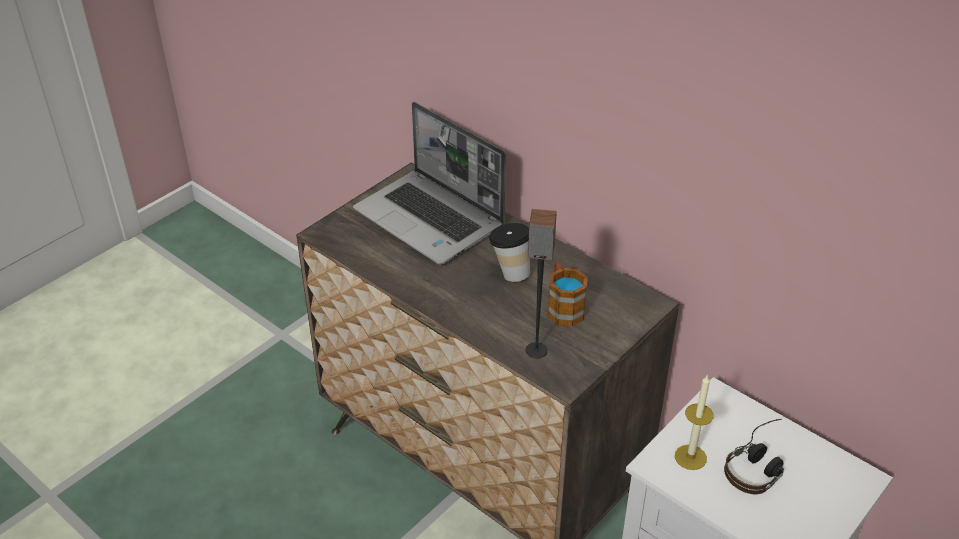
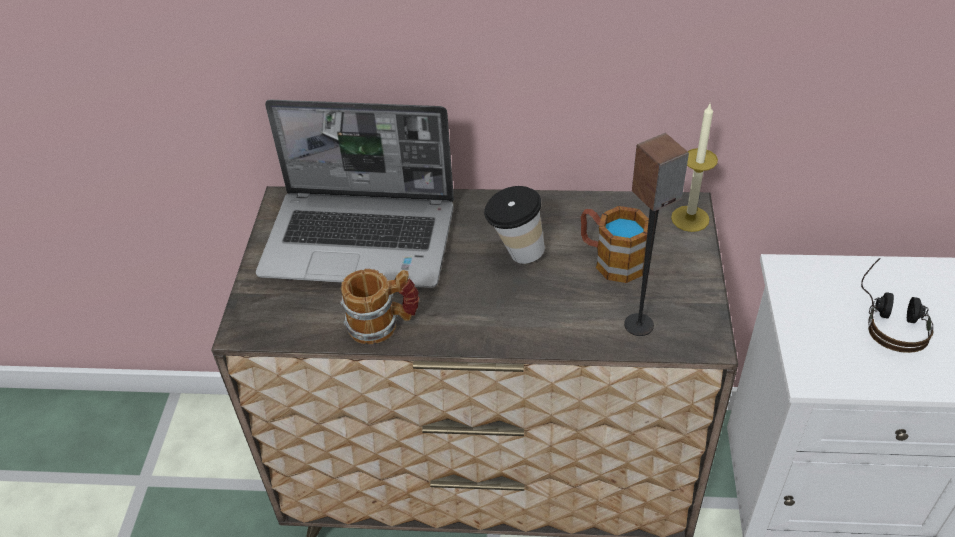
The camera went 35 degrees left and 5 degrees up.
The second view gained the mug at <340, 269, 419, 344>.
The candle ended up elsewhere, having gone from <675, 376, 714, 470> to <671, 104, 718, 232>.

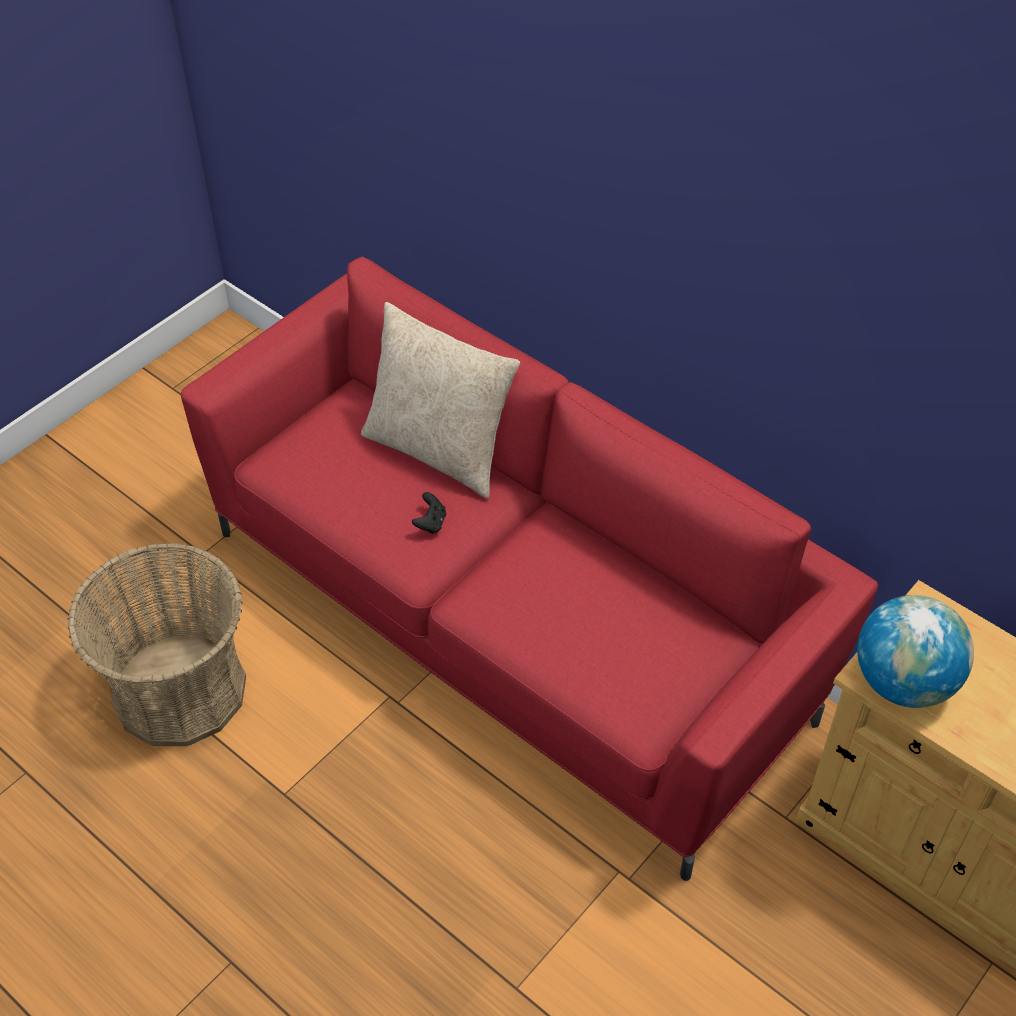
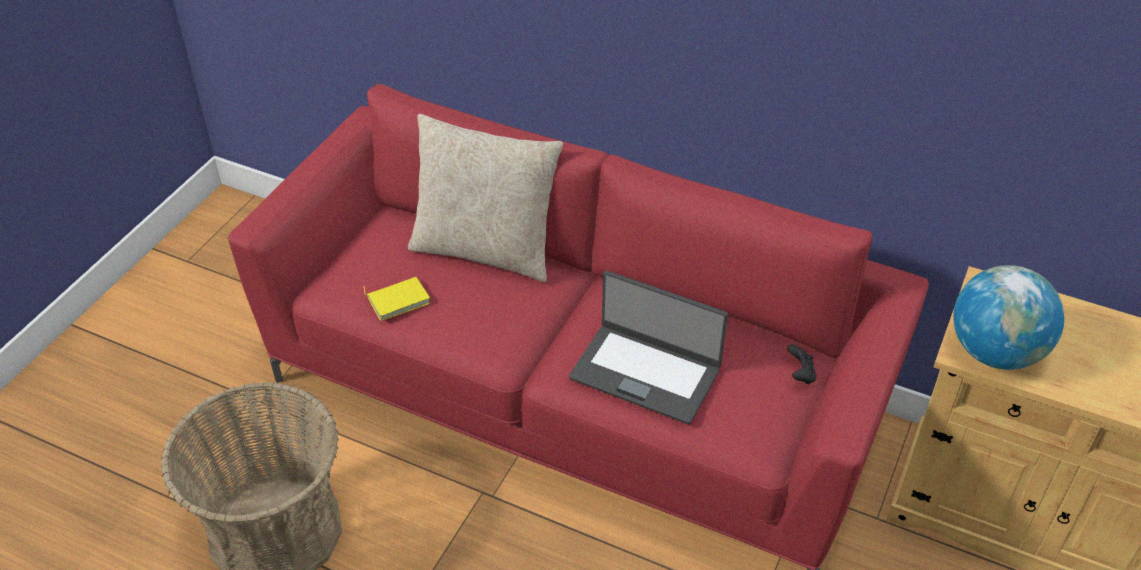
The camera went 15 degrees left and 5 degrees down.
The second view gained the book (yellow) at <363, 277, 430, 321>.
The second view gained the laptop at <569, 270, 728, 424>.
The game controller (black) ended up elsewhere, having gone from <412, 492, 446, 534> to <787, 344, 816, 384>.

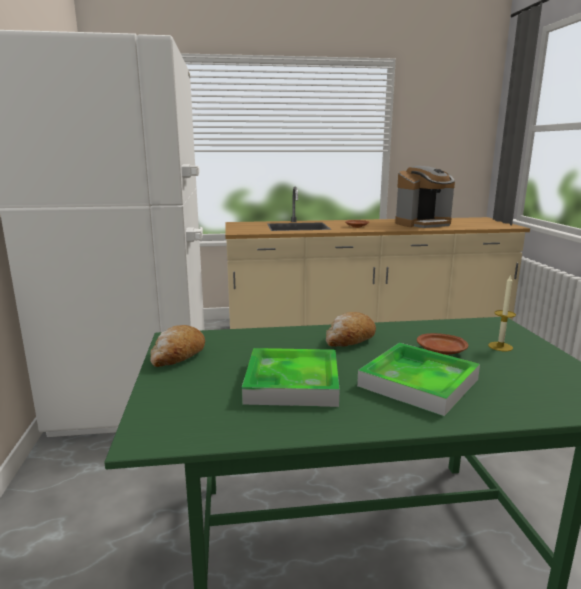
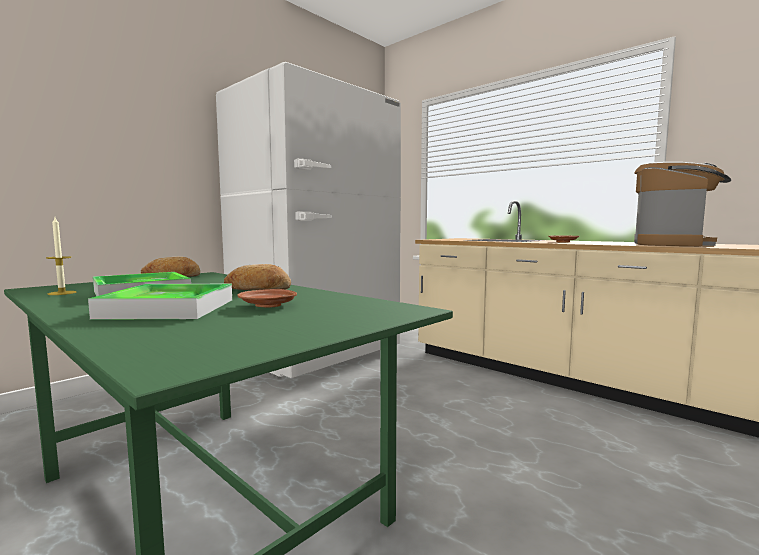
The camera went 50 degrees right and 10 degrees down.
The candle ended up elsewhere, having gone from <488, 274, 516, 351> to <46, 217, 77, 295>.
The coffee machine at <395, 166, 455, 228> ended up facing another way, 90 degrees counterclockwise from before.

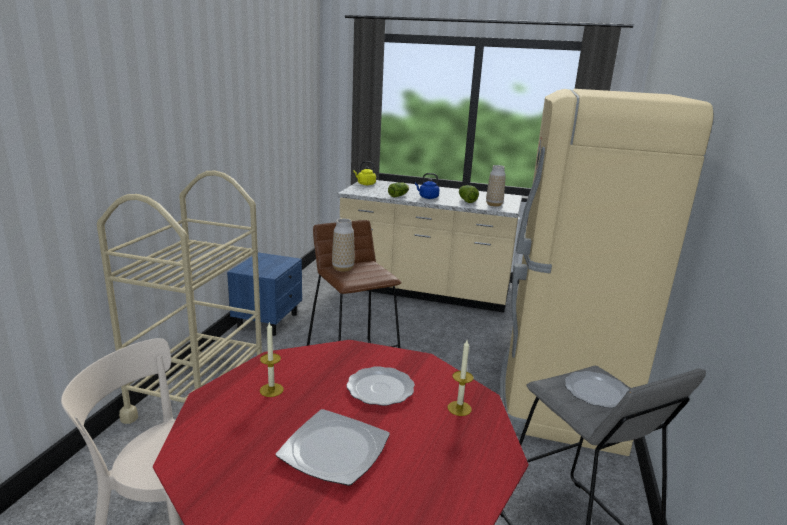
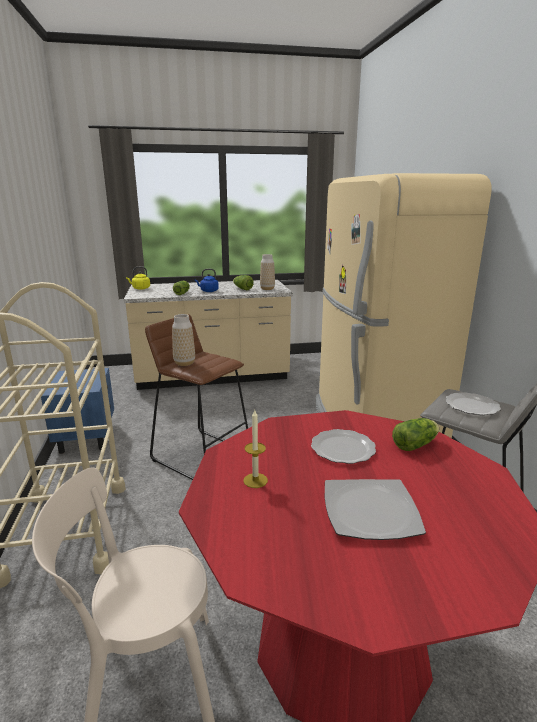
The camera went 25 degrees left and 0 degrees up.
Where the candle stood at <448, 340, 473, 416>, the lettuce came to stand at <392, 418, 439, 451>.

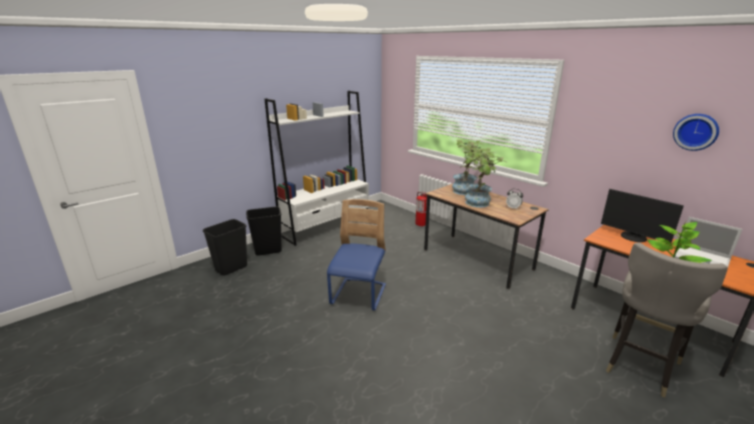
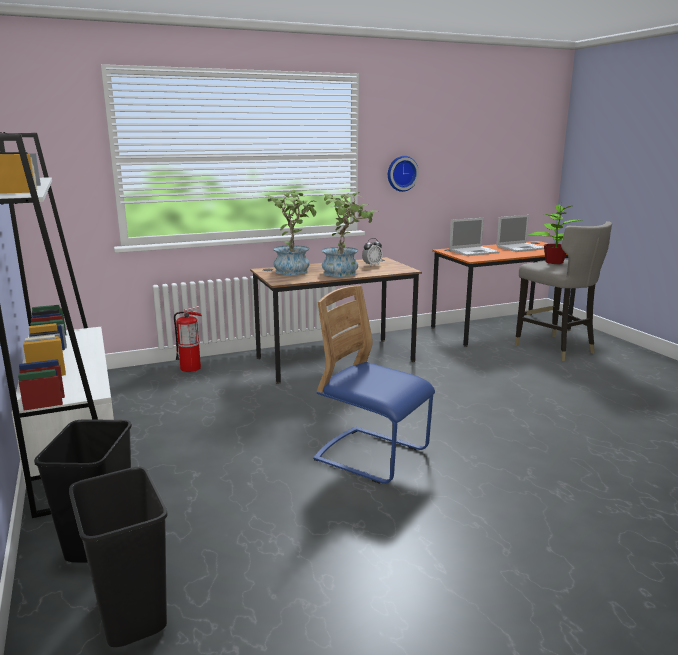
The camera went 70 degrees left and 5 degrees down.
The wall clock ended up elsewhere, having gone from <673, 114, 719, 151> to <388, 156, 419, 192>.
Where the monitor stood at <601, 189, 684, 243>, the laptop came to stand at <449, 218, 500, 256>.

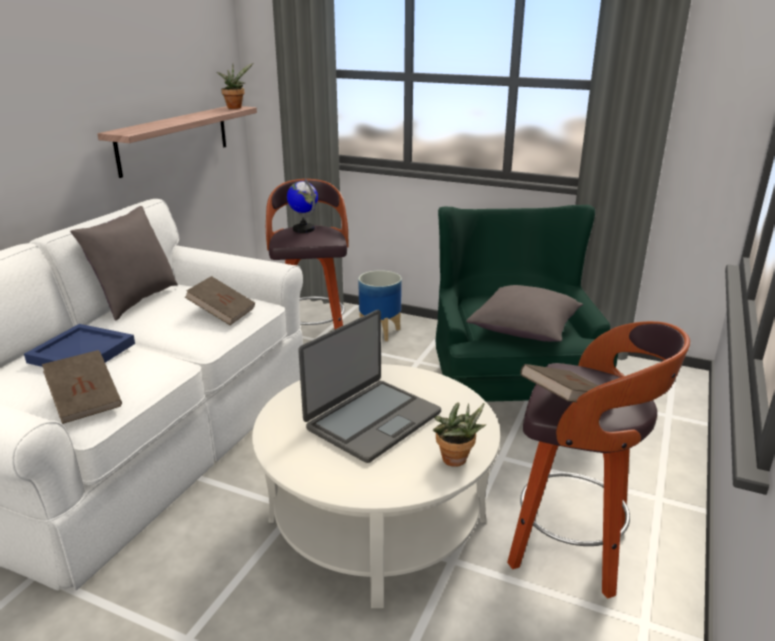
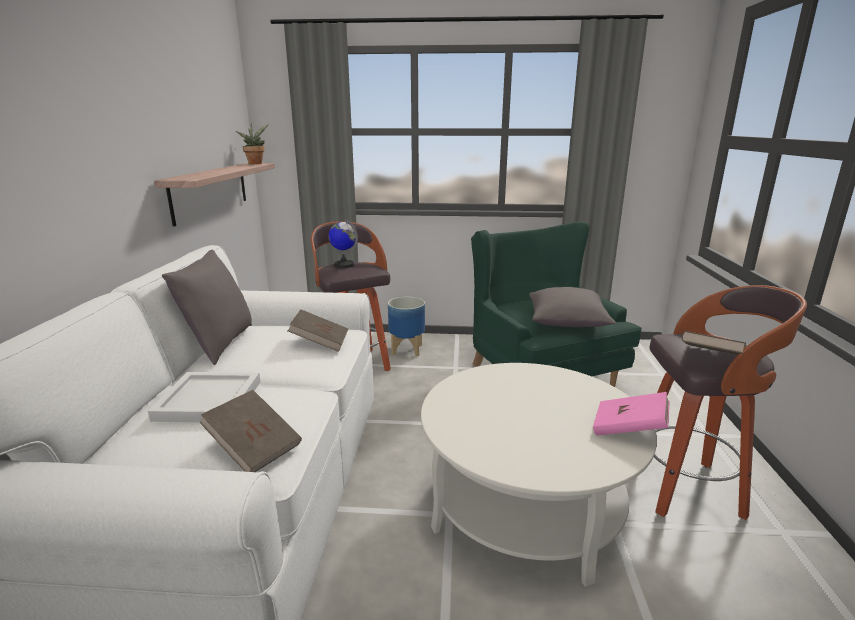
The camera went 20 degrees left and 5 degrees down.
What was the tray (blue) at <24, 324, 135, 367> turned into the tray (white) at <148, 372, 261, 422>.
Where the potted plant stood at <433, 402, 486, 467>, the book (pink) came to stand at <593, 392, 670, 436>.
The second view lost the laptop at <298, 310, 441, 463>.

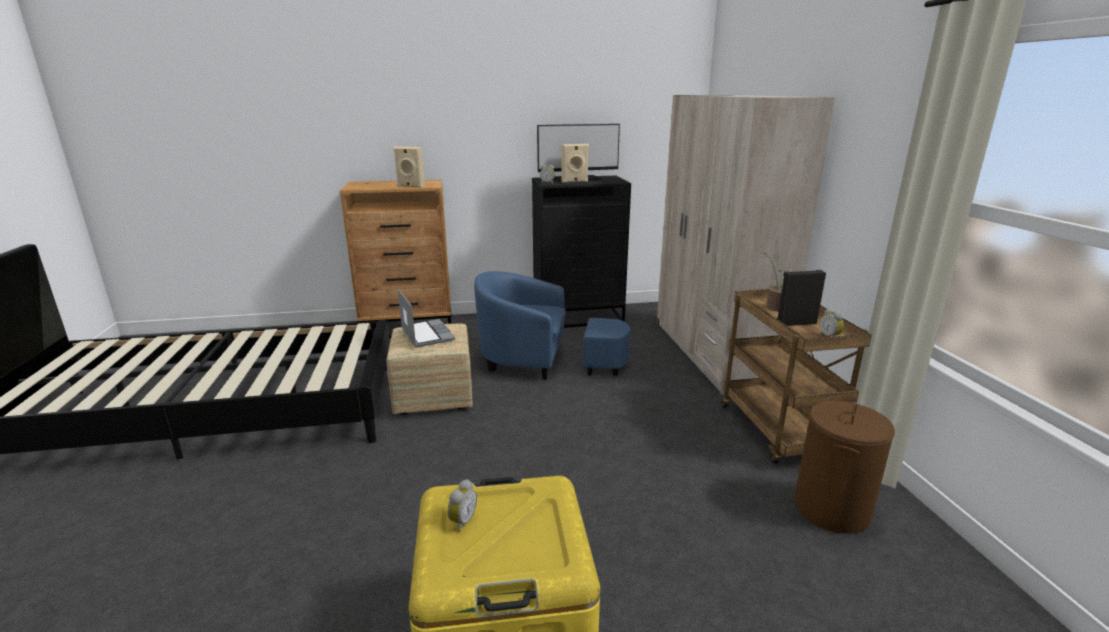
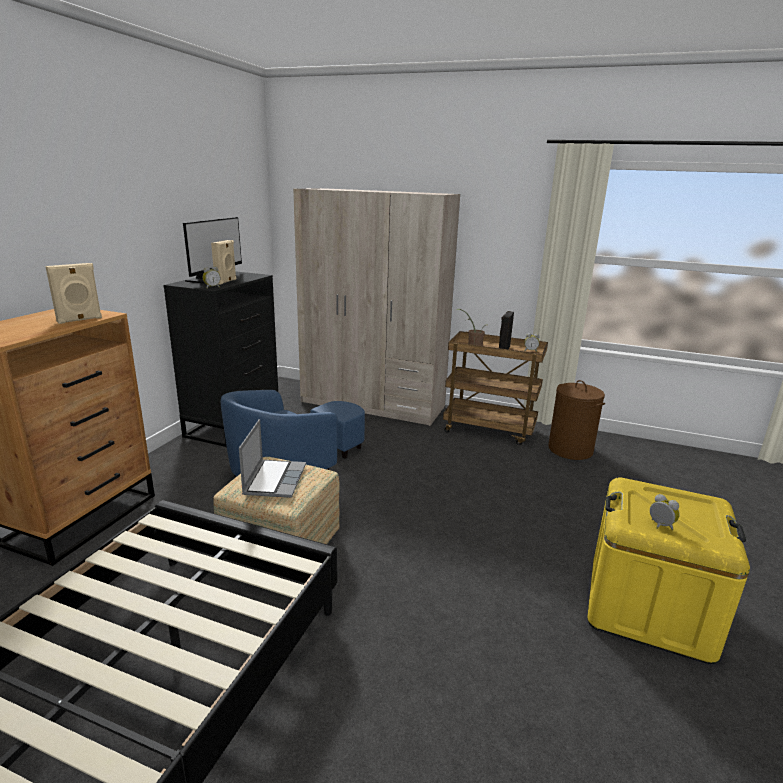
The camera went 60 degrees left and 0 degrees up.
The laptop at <398, 289, 455, 348> ended up facing another way, 90 degrees clockwise from before.

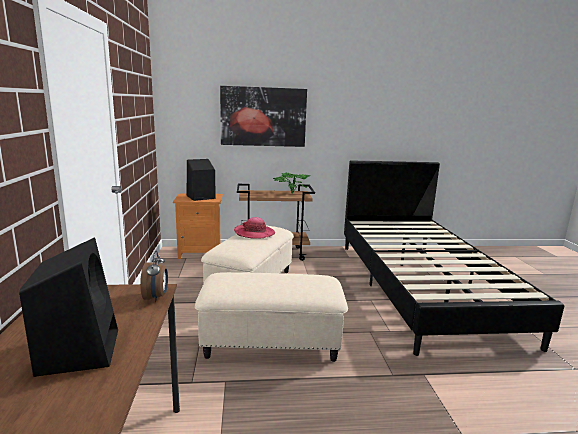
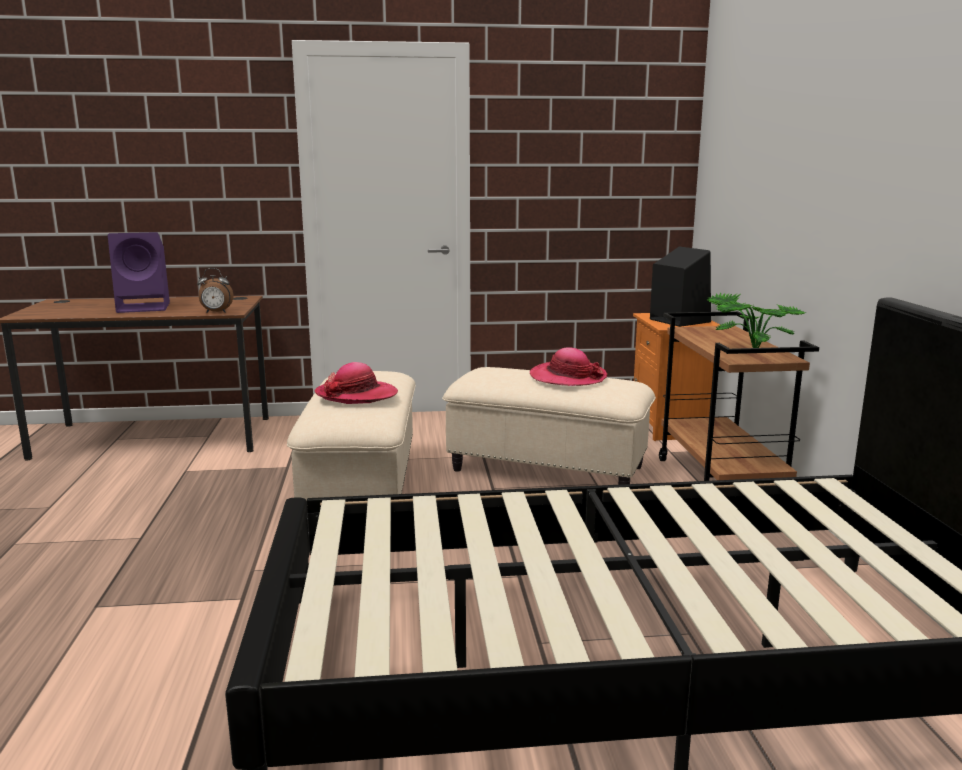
The camera went 90 degrees right and 0 degrees up.
What was the speaker (black) at <19, 237, 118, 377> turned into the speaker (purple) at <108, 232, 170, 313>.
The second view gained the hat at <315, 362, 398, 404>.
The second view lost the picture at <220, 86, 307, 147>.

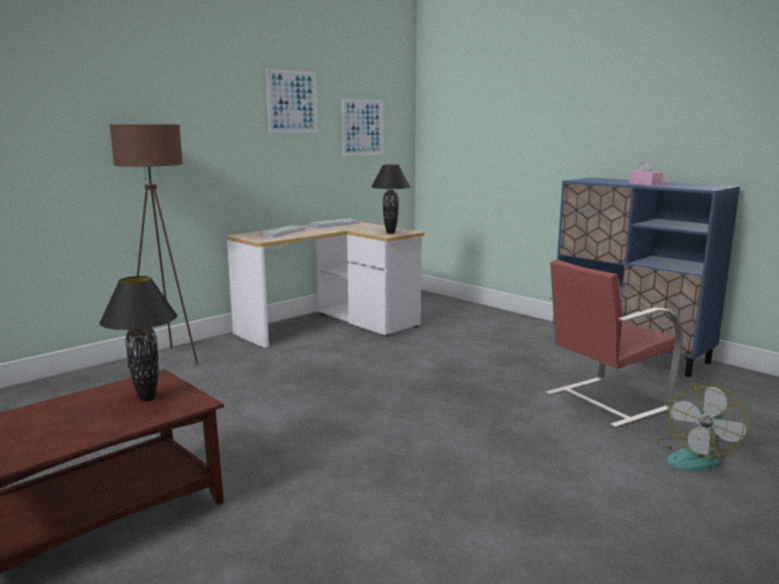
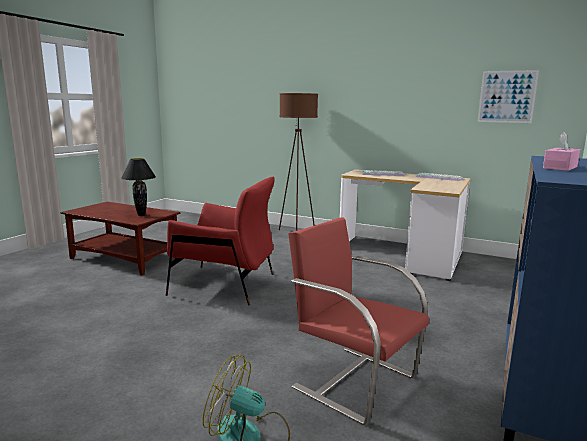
The camera went 70 degrees right and 0 degrees up.
The second view gained the armchair (red) at <166, 177, 275, 306>.
The second view lost the picture at <266, 69, 318, 133>.
The second view lost the table lamp (black) at <371, 165, 410, 234>.

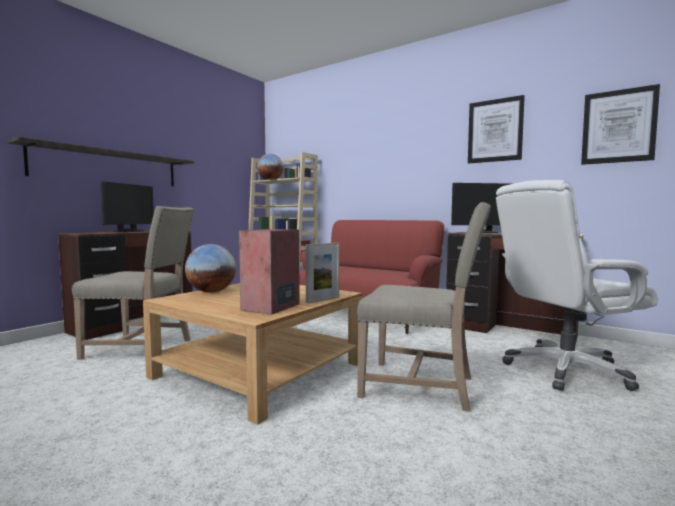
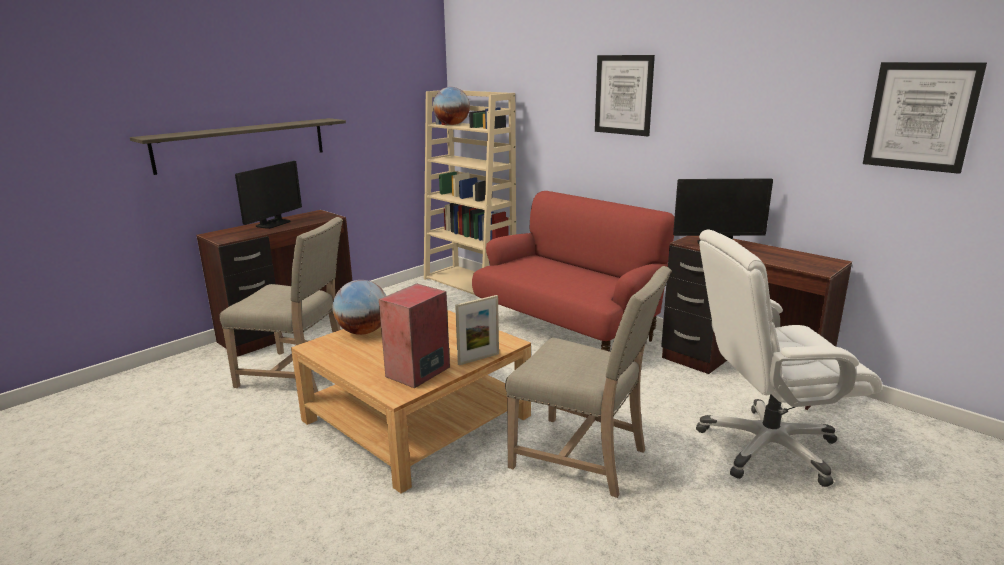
The camera went 10 degrees right and 15 degrees up.
The picture ended up elsewhere, having gone from <468, 95, 525, 164> to <595, 55, 655, 136>.

